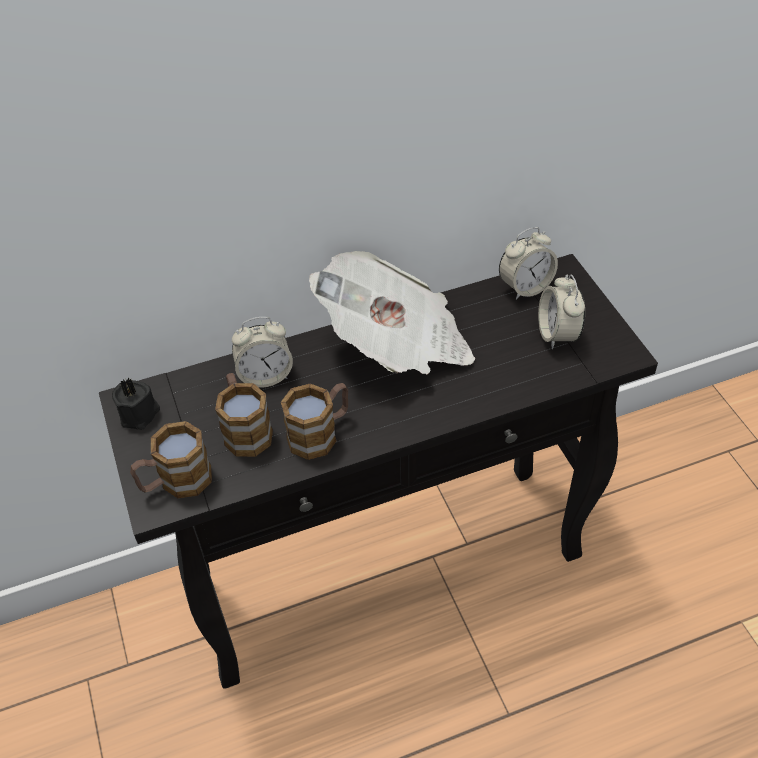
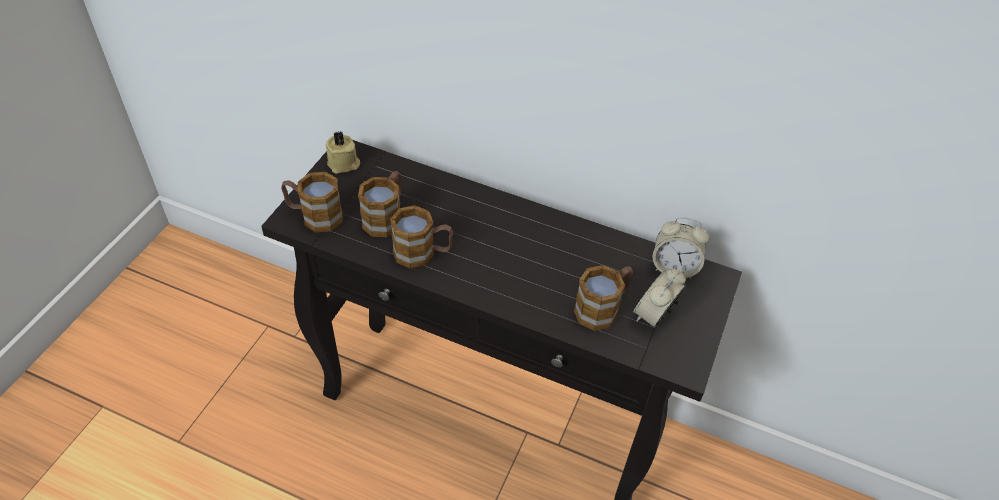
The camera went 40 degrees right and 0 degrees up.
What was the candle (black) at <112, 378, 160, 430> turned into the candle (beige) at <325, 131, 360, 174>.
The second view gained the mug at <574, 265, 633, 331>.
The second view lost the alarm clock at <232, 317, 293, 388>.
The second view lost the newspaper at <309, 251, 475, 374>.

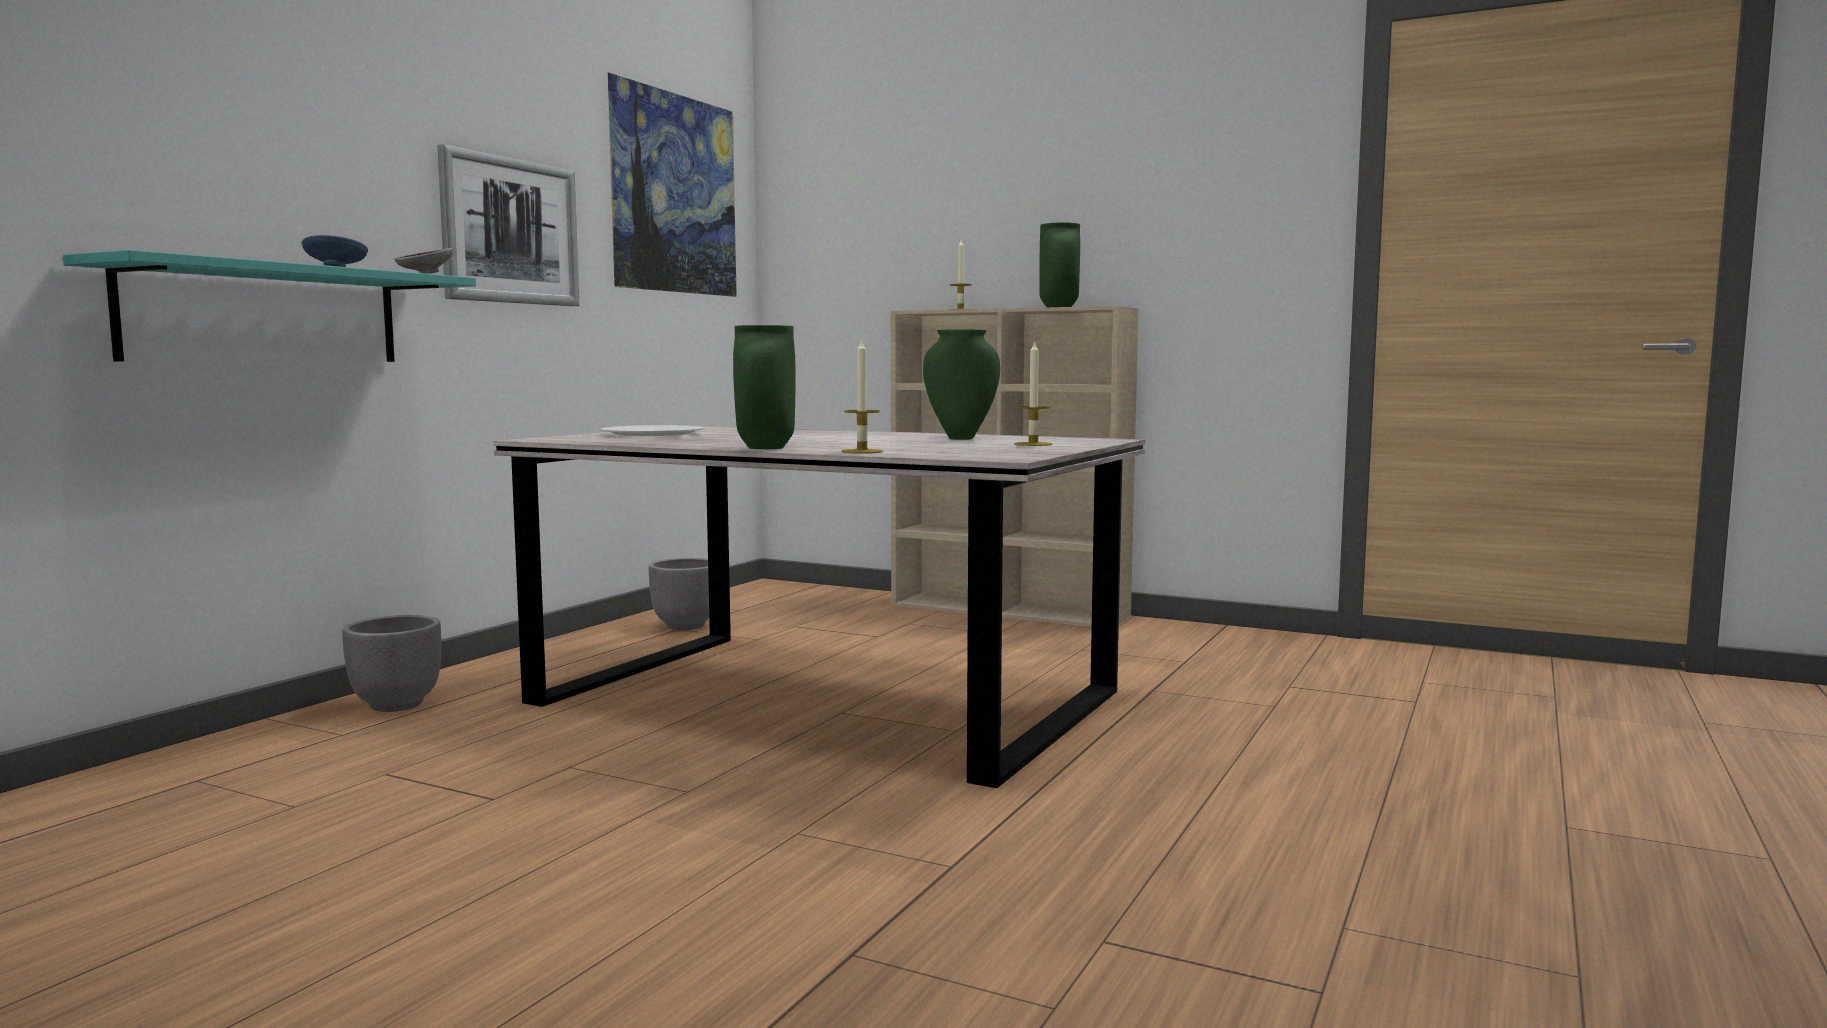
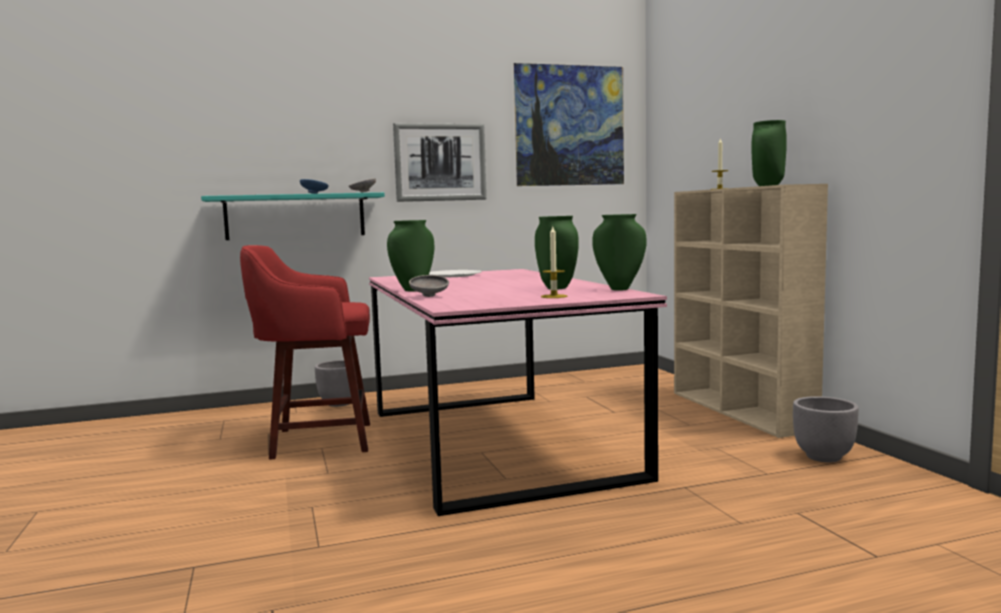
The camera went 45 degrees right and 0 degrees up.
The second view gained the stool (red) at <240, 245, 370, 460>.
What was the dining table (grey) at <493, 426, 1145, 788> turned into the dining table (pink) at <369, 269, 667, 516>.
Where the candle stood at <842, 338, 883, 454>, the bowl (grey) came to stand at <409, 275, 449, 297>.
The second view gained the vase (green) at <592, 214, 647, 291>.
The planter (grey) ended up elsewhere, having gone from <649, 558, 709, 630> to <793, 396, 859, 462>.

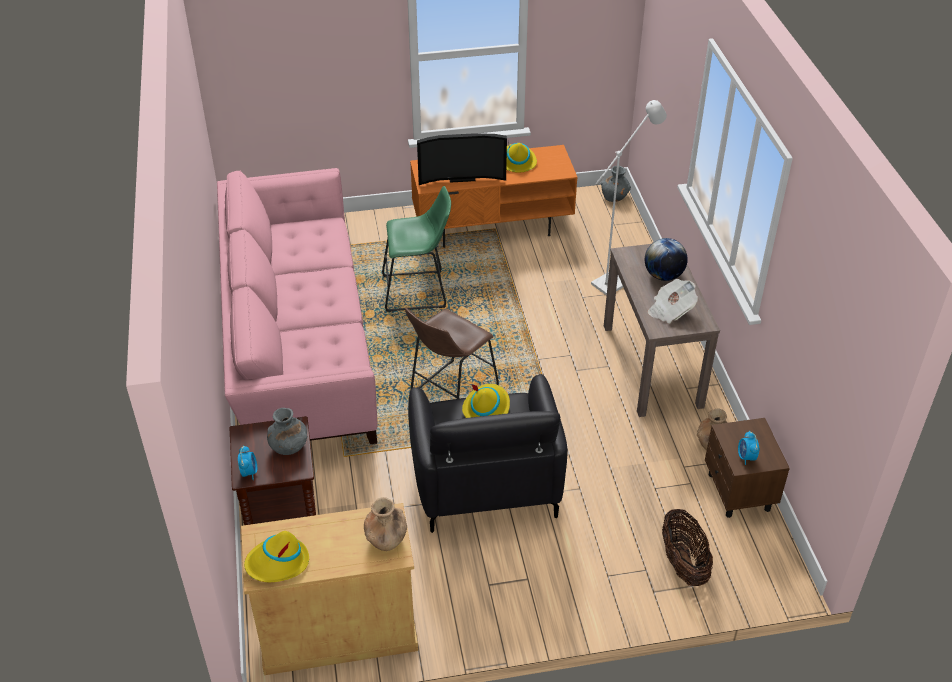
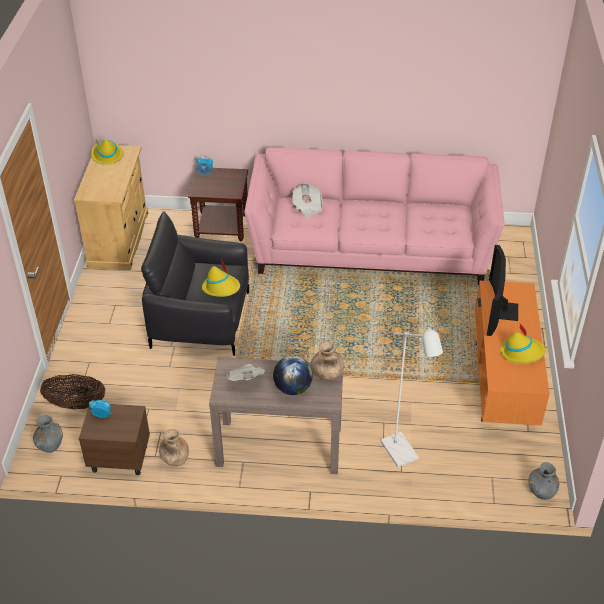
The camera went 105 degrees right and 0 degrees up.
The vase (grey) ended up elsewhere, having gone from <267, 408, 307, 455> to <33, 415, 63, 453>.
The second view gained the newspaper at <292, 183, 323, 218>.
The vase (brown) ended up elsewhere, having gone from <364, 497, 407, 551> to <311, 341, 344, 380>.
The second view lost the stool (green) at <382, 186, 451, 312>.
The second view lost the stool (brown) at <405, 308, 499, 399>.

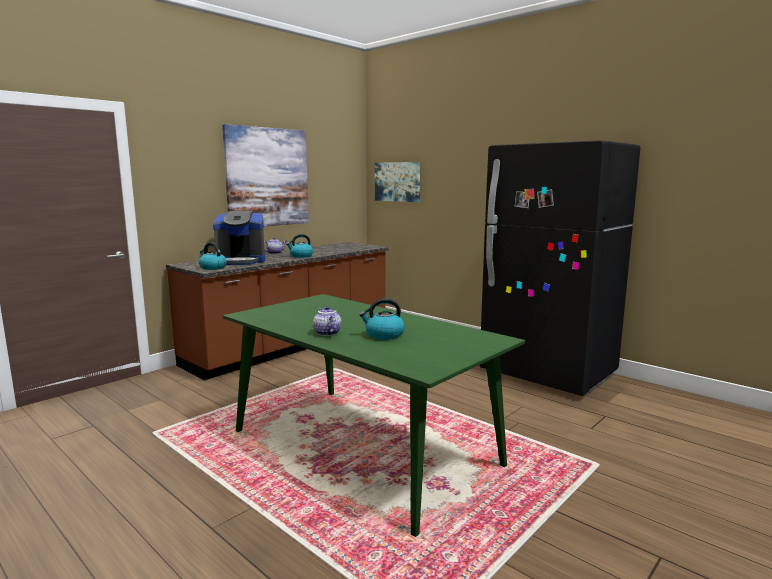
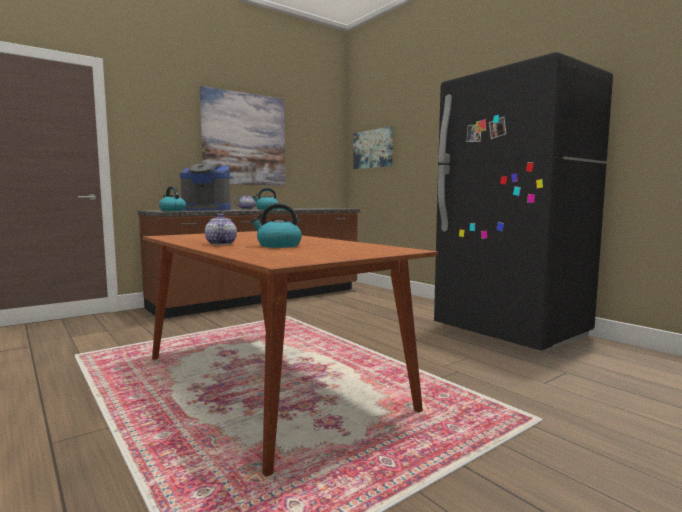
The camera went 10 degrees right and 5 degrees down.
What was the dining table (green) at <223, 294, 525, 537> turned into the dining table (brown) at <143, 231, 438, 477>.

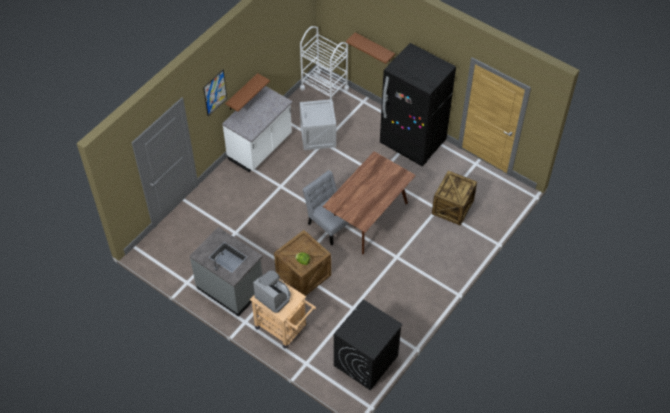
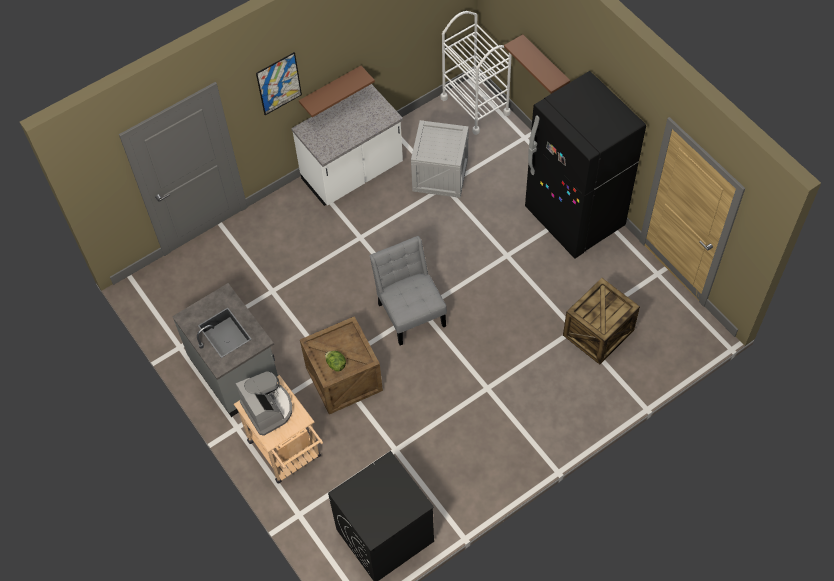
The camera went 20 degrees right and 5 degrees up.
The second view lost the dining table (brown) at <322, 151, 416, 254>.

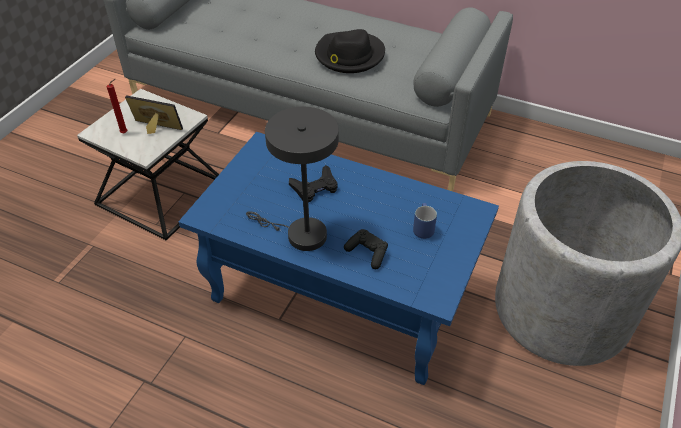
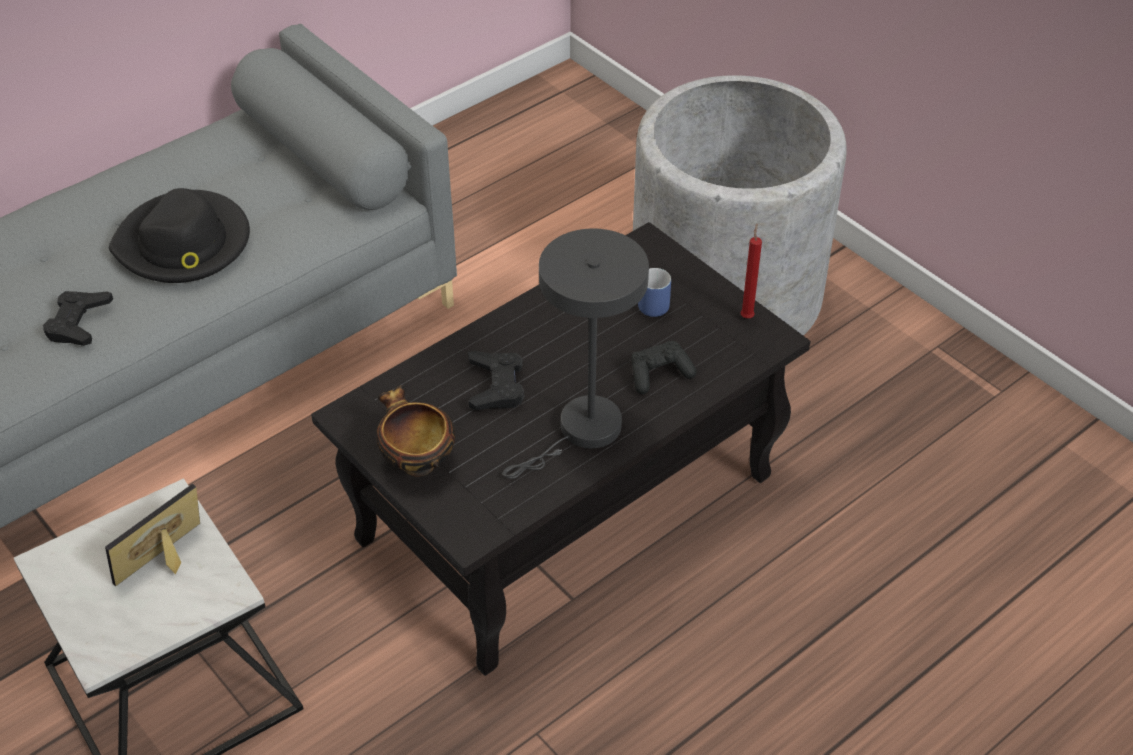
The camera went 65 degrees left and 0 degrees up.
The second view gained the game controller (black) at <43, 291, 113, 346>.
What was the coffee table (blue) at <178, 132, 499, 385> turned into the coffee table (black) at <311, 222, 810, 676>.
The second view gained the bowl at <376, 385, 455, 477>.
The candle (red) ended up elsewhere, having gone from <107, 79, 127, 133> to <740, 224, 762, 318>.

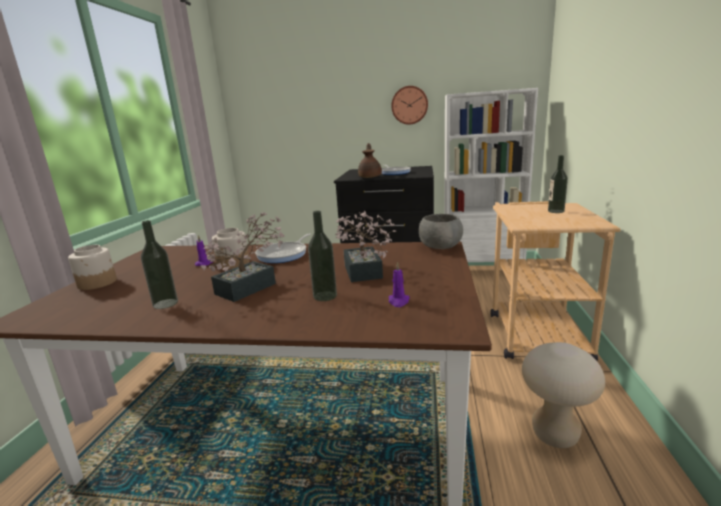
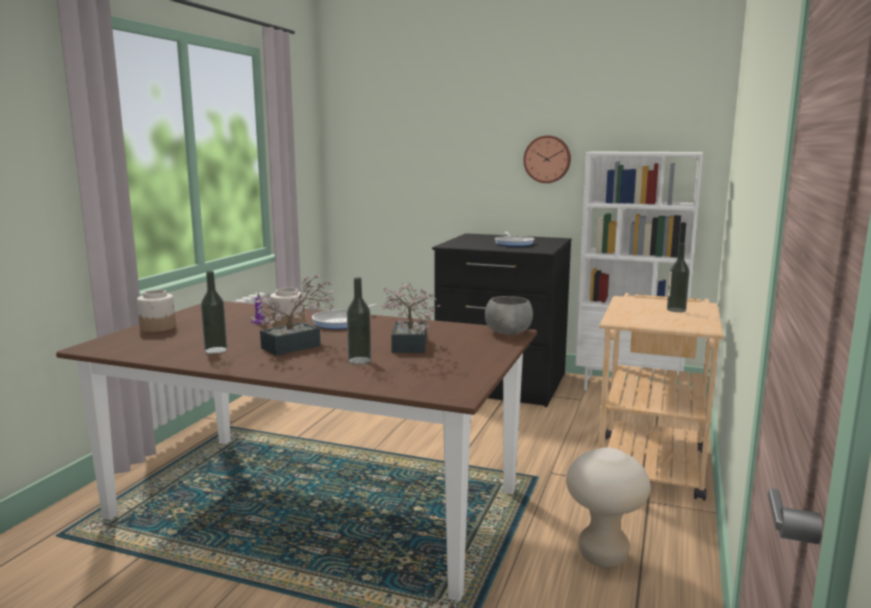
The camera went 10 degrees right and 5 degrees down.
The second view lost the teapot (brown) at <358, 143, 382, 178>.
The second view lost the candle (purple) at <389, 262, 410, 307>.

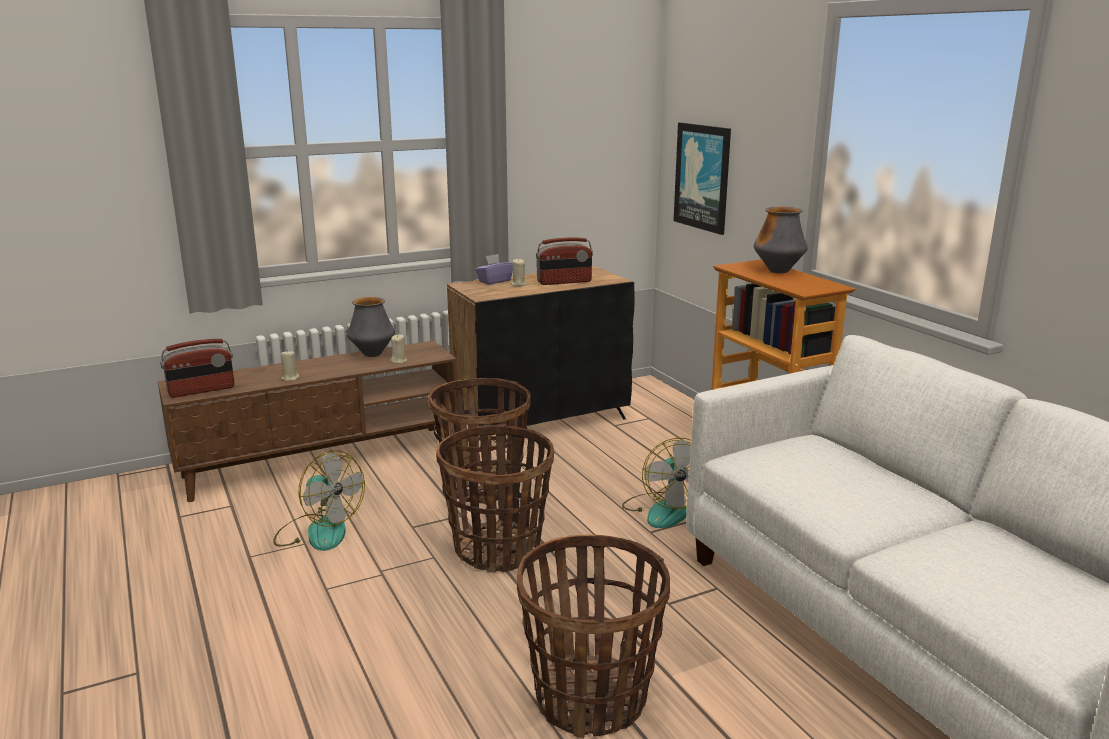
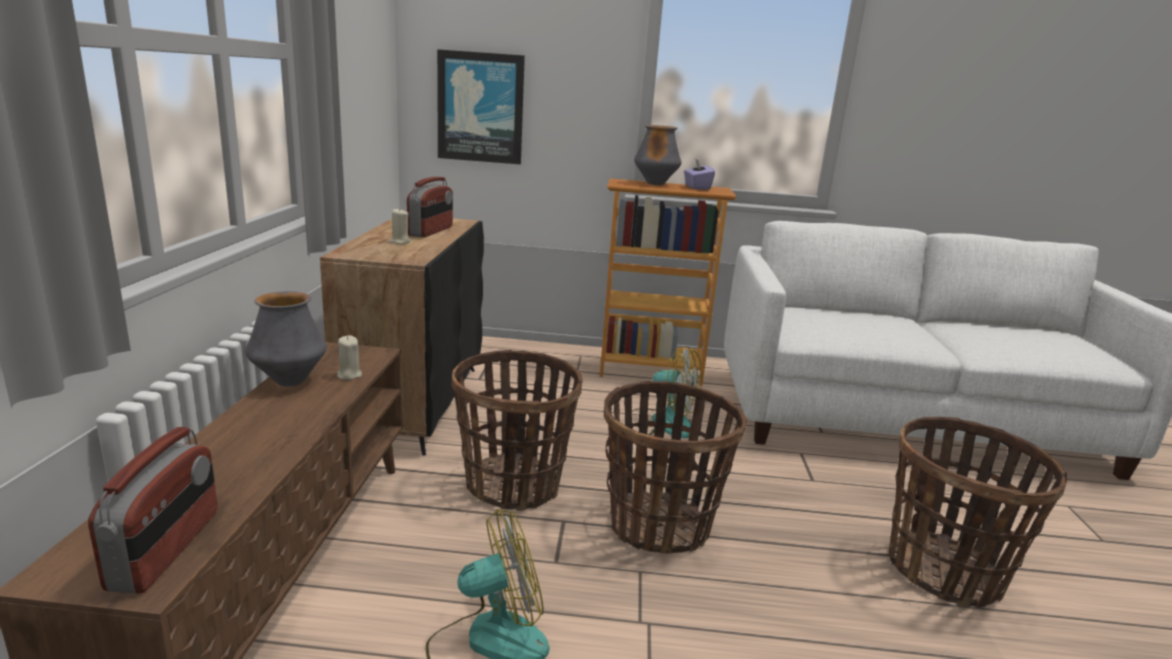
The camera went 60 degrees left and 0 degrees up.
The tissue box (purple) ended up elsewhere, having gone from <475, 254, 513, 285> to <684, 158, 715, 190>.
The second view lost the candle (beige) at <281, 350, 299, 381>.

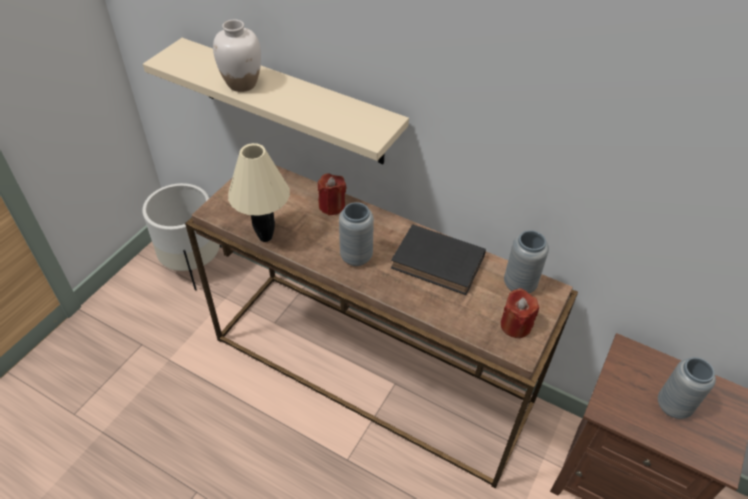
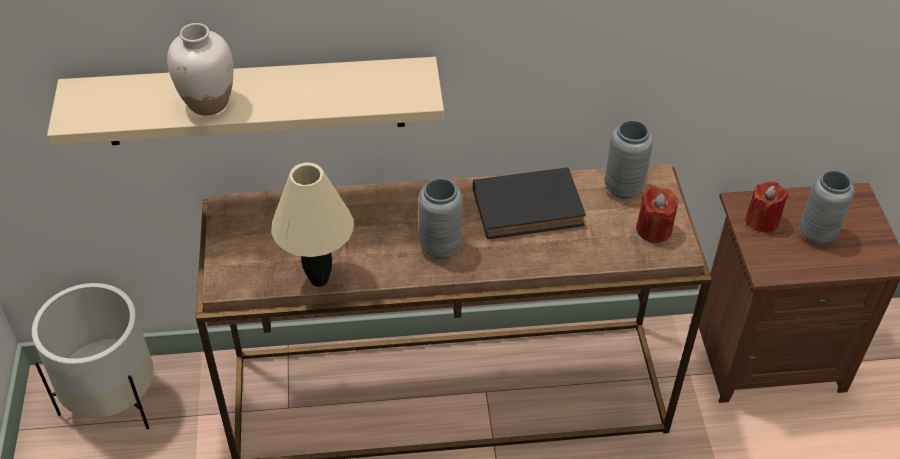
The camera went 35 degrees left and 0 degrees up.
The candle (red) ended up elsewhere, having gone from <318, 174, 346, 215> to <746, 181, 788, 233>.

